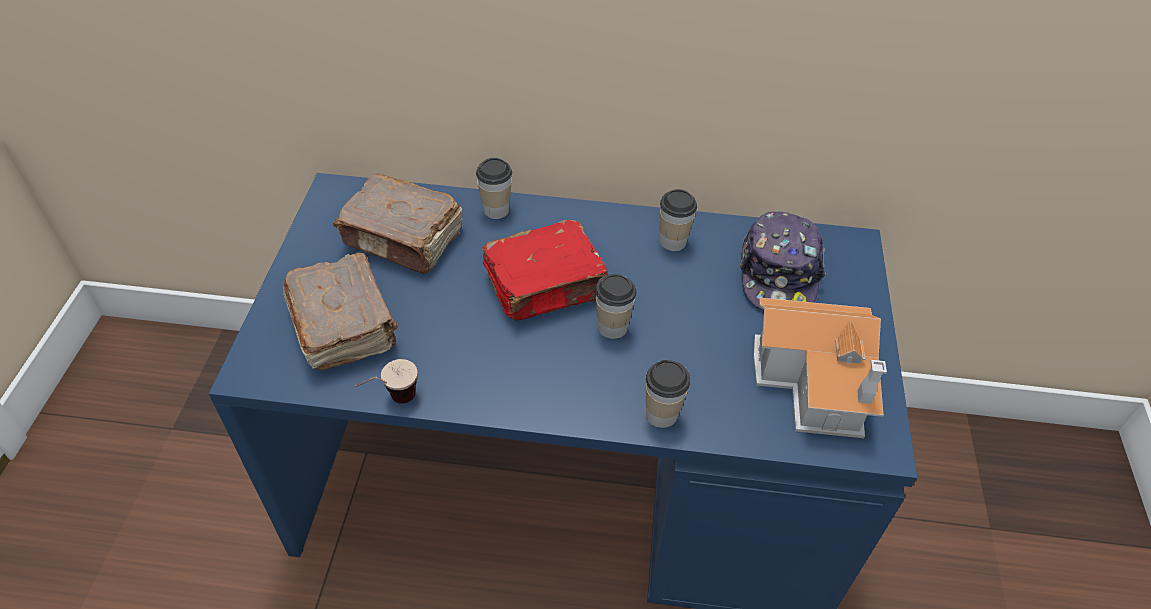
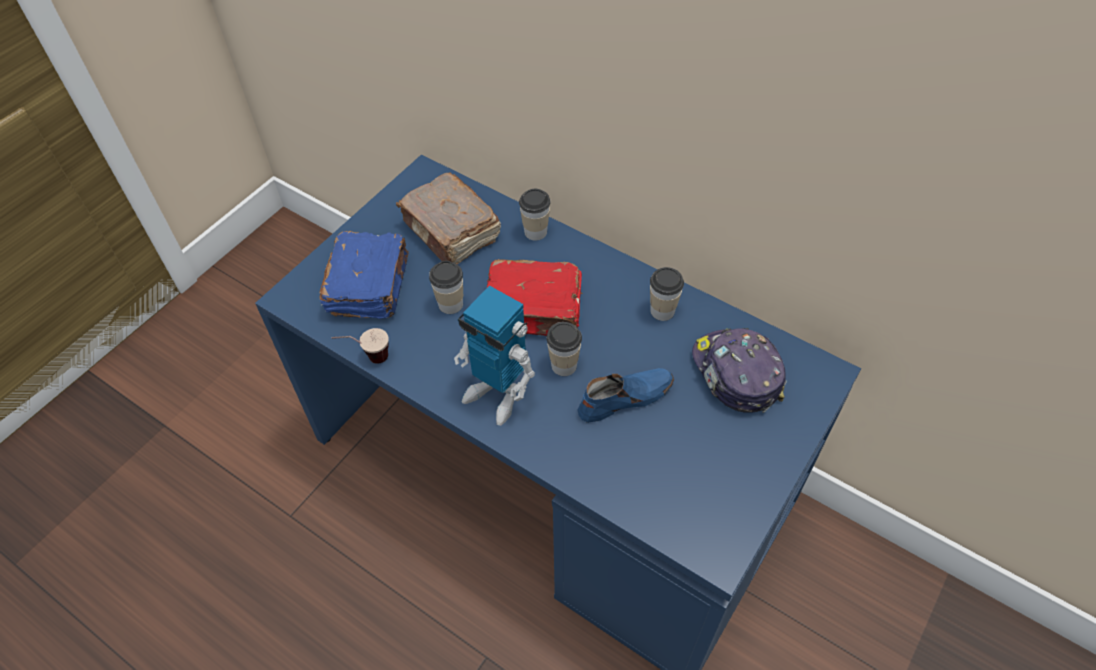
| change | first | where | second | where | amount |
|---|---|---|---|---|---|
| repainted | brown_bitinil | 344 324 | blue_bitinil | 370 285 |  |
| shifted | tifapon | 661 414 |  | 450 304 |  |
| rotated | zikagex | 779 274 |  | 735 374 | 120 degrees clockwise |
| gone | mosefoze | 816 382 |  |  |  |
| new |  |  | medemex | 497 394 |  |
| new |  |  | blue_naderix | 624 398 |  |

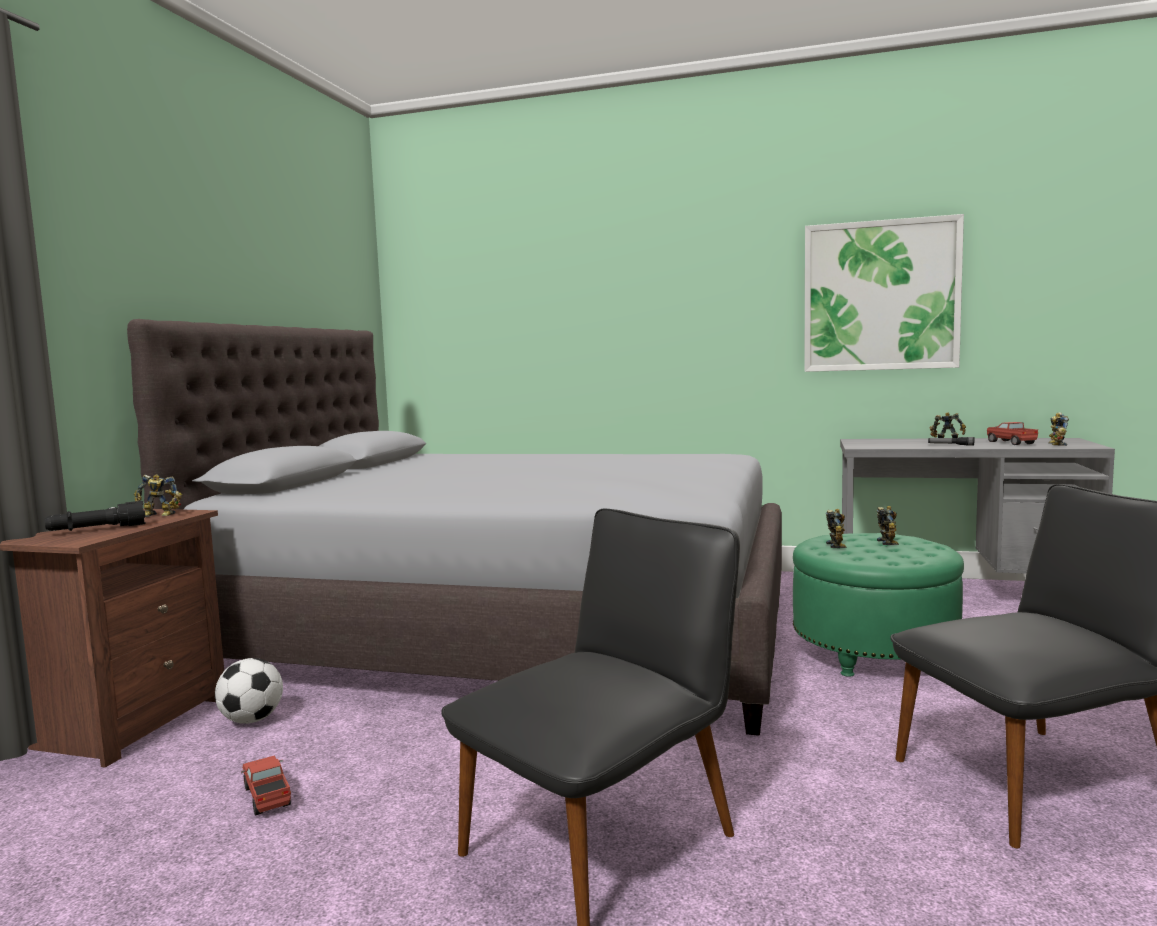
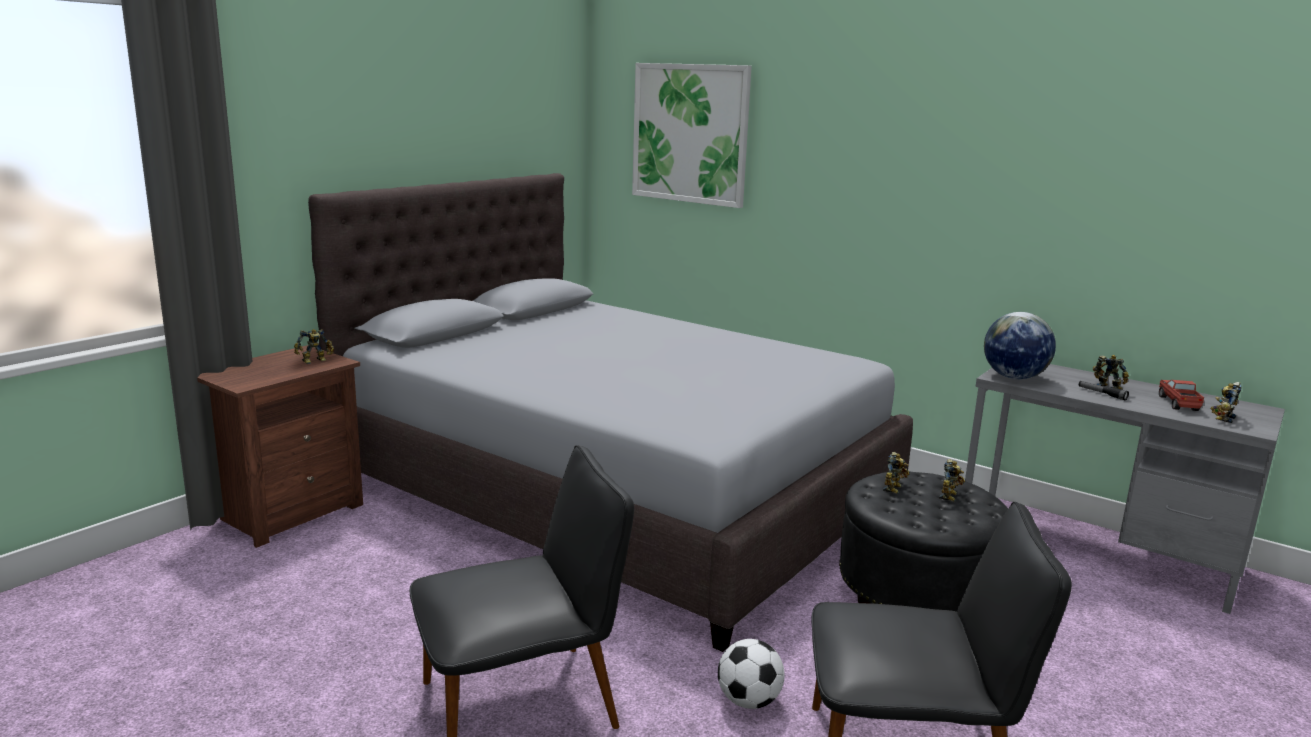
| change | first | where | second | where | amount |
|---|---|---|---|---|---|
| gone | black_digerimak | 97 530 |  |  |  |
| rotated | medemex | 158 515 |  | 315 361 | 60 degrees counterclockwise |
| shifted | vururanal | 252 720 |  | 749 701 |  |
| gone | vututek | 267 797 |  |  |  |
| repainted | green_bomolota | 873 653 | black_bomolota | 915 598 |  |
| shifted | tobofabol | 880 296 |  | 690 133 |  |
| new |  |  | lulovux | 1013 377 |  |

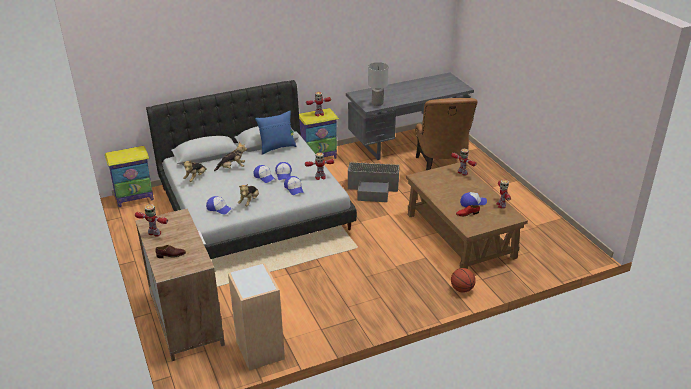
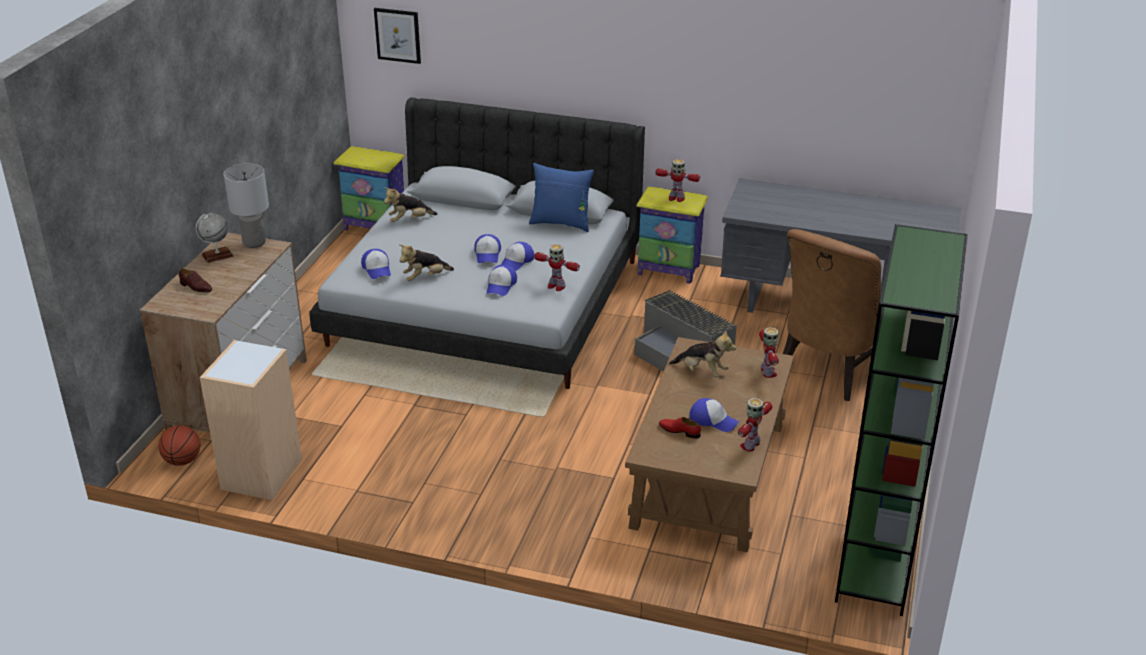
| change | first | where | second | where | amount |
|---|---|---|---|---|---|
| swapped | medemex | 155 233 | lulovux | 217 255 |  |
| shifted | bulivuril | 232 168 |  | 702 372 |  |
| shifted | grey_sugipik | 377 104 |  | 254 244 |  |
| shifted | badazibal | 462 289 |  | 182 461 |  |
| new |  |  | tobofabol | 398 35 |  |
| new |  |  | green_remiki | 877 561 |  |

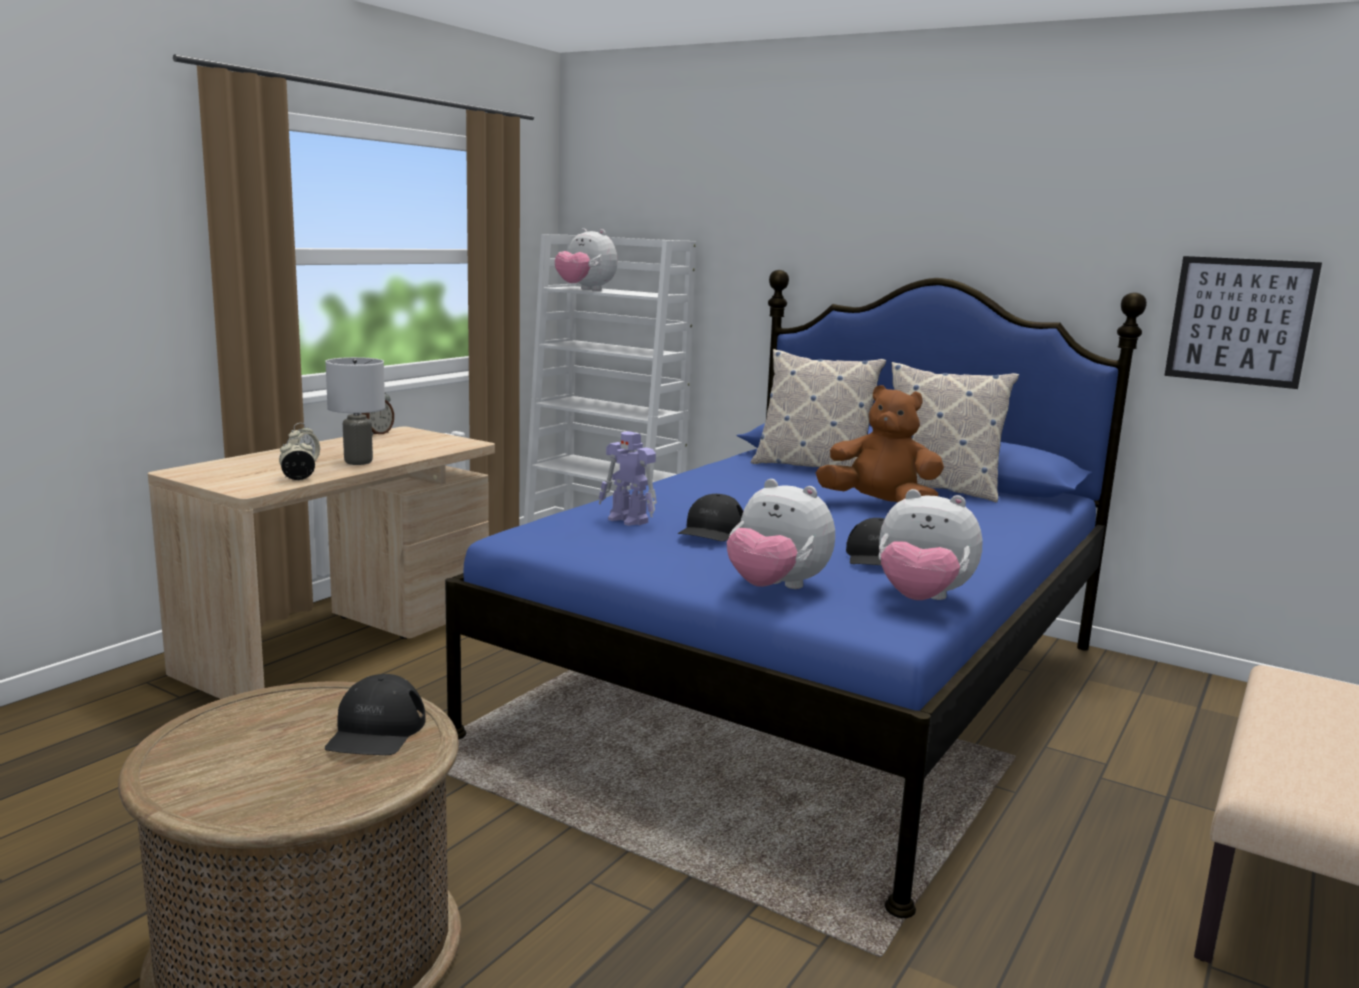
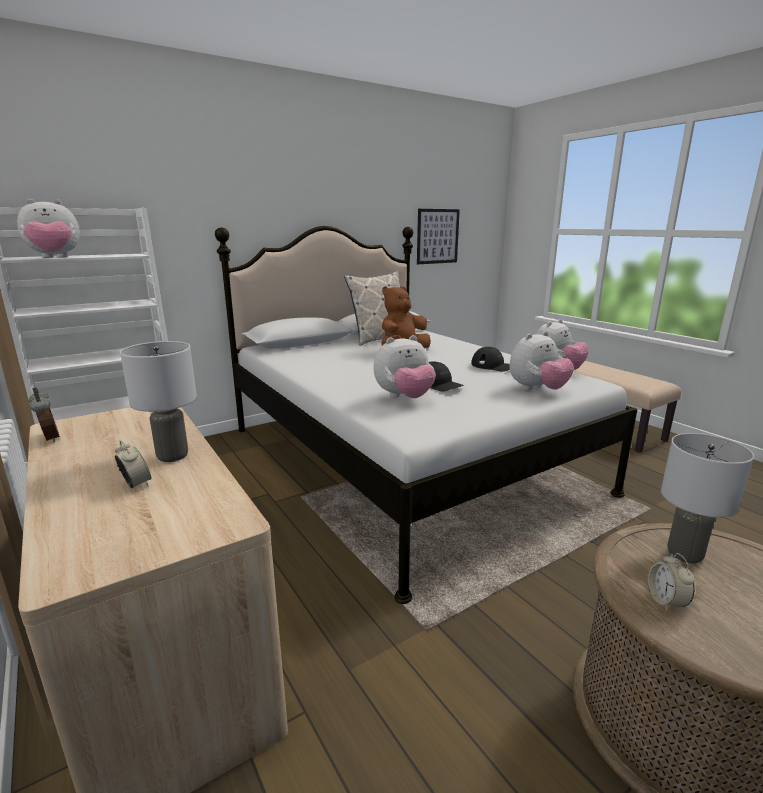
| change | first | where | second | where | amount |
|---|---|---|---|---|---|
| shifted | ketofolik | 298 478 |  | 666 601 |  |
| swapped | black_zikagex | 376 731 | white_sugipik | 683 553 |  |
| repainted | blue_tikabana | 807 687 | white_tikabana | 404 459 |  |
| swapped | medemex | 628 520 | bulivuril | 404 398 |  |
| gone | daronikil | 813 468 |  |  |  |

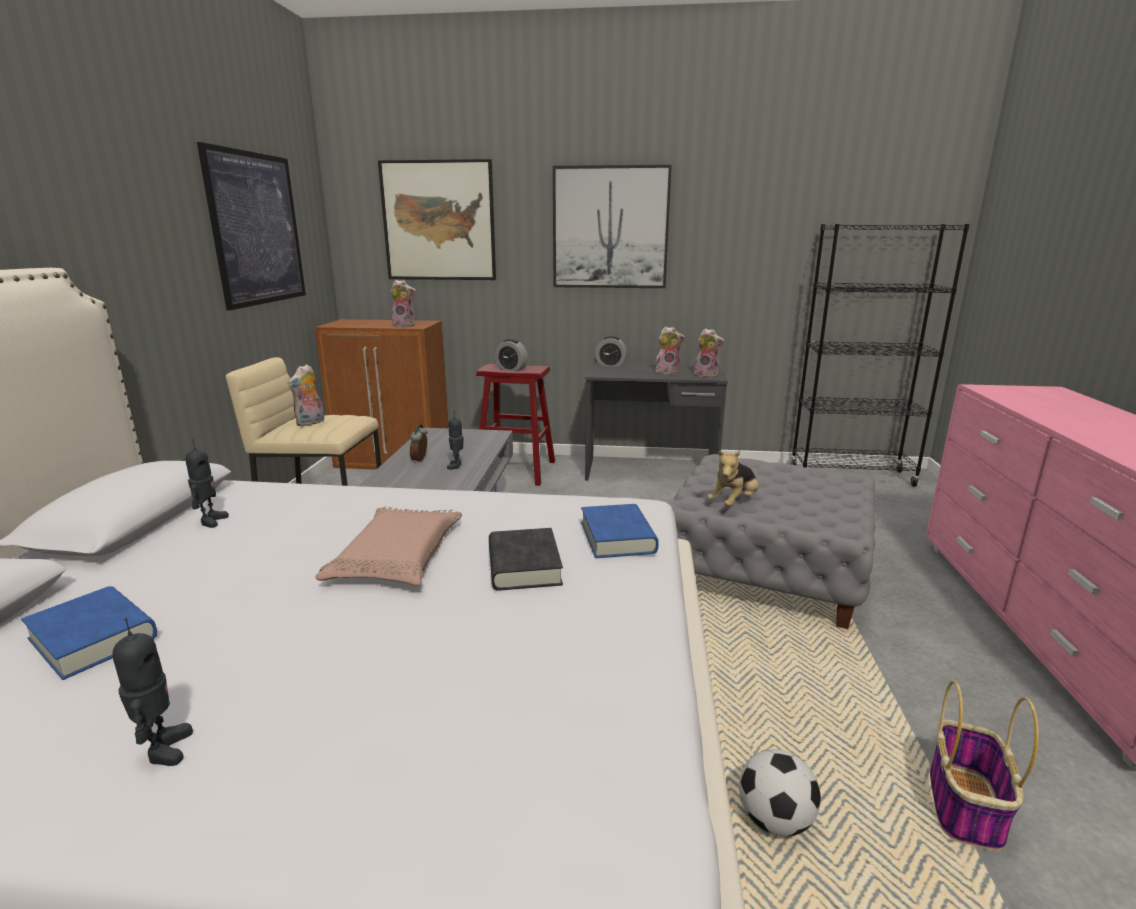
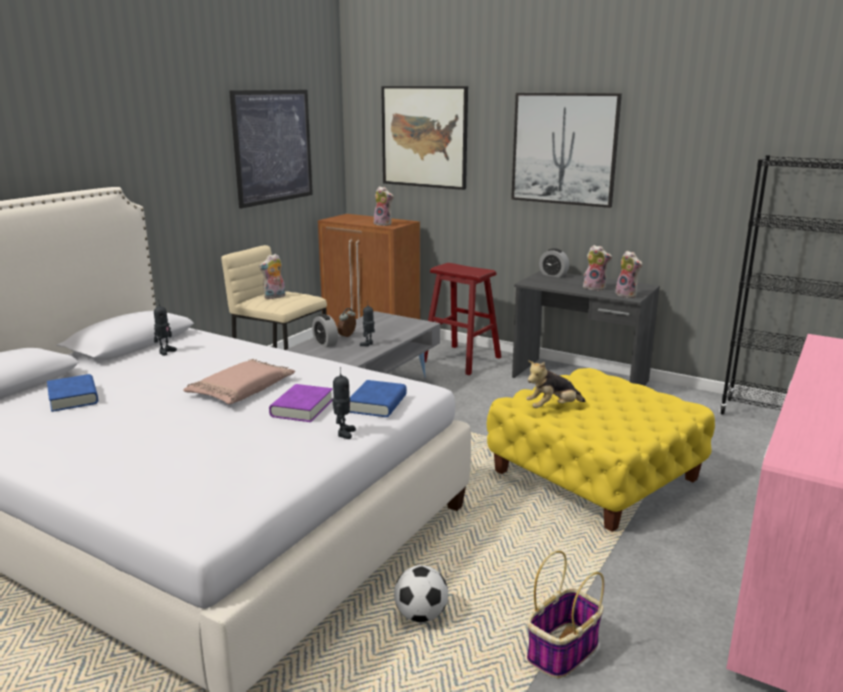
| change | first | where | second | where | amount |
|---|---|---|---|---|---|
| shifted | medemex | 164 750 |  | 343 433 |  |
| repainted | black_bitinil | 524 566 | purple_bitinil | 302 408 |  |
| shifted | ketofolik | 511 369 |  | 325 343 |  |
| repainted | grey_bomolota | 766 569 | yellow_bomolota | 595 476 |  |

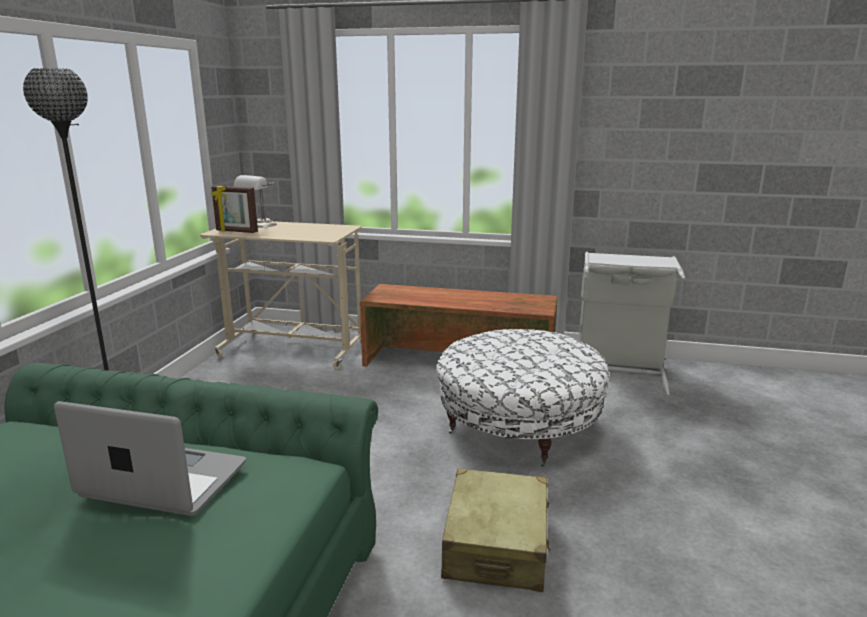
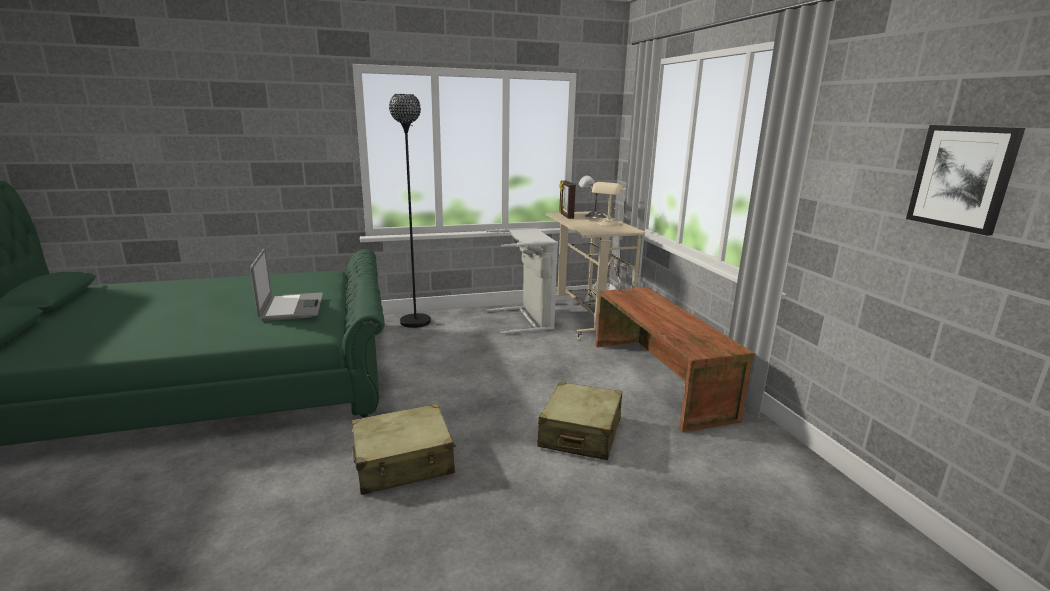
| change | first | where | second | where | amount |
|---|---|---|---|---|---|
| swapped | white_bomolota | 519 426 | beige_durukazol | 580 433 |  |
| shifted | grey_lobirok | 620 372 |  | 527 319 |  |
| new |  |  | beige_sugipik | 607 224 |  |
| new |  |  | tobofabol | 962 177 |  |

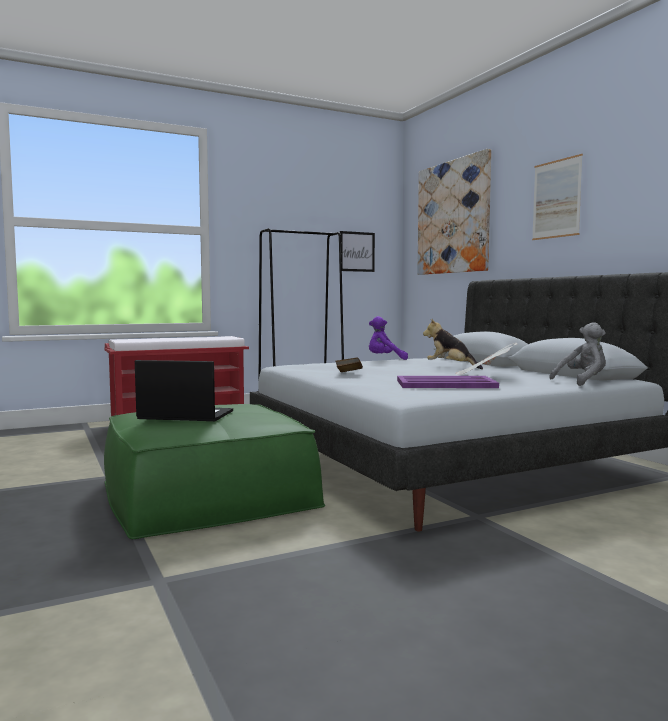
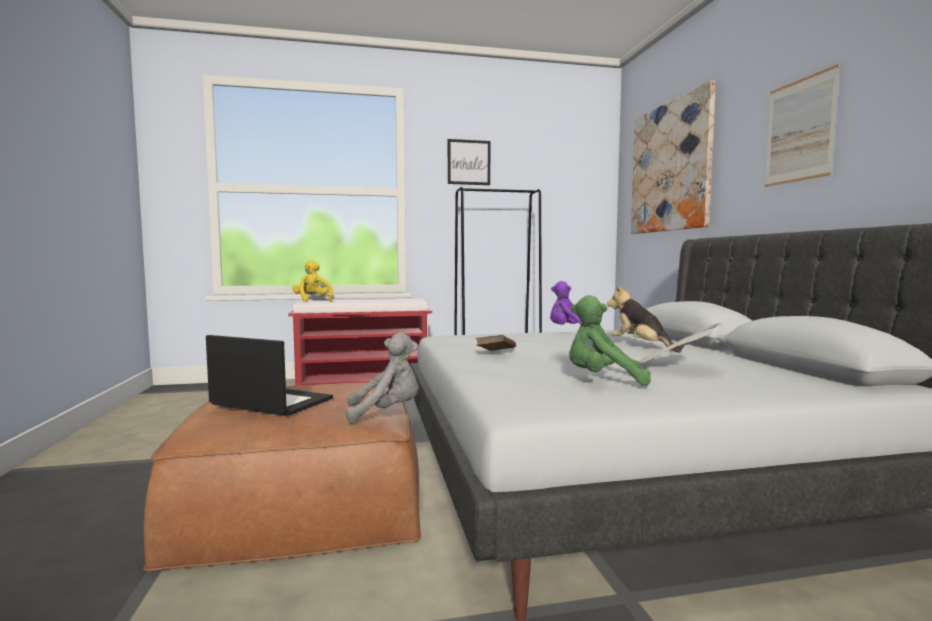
| change | first | where | second | where | amount |
|---|---|---|---|---|---|
| repainted | green_bomolota | 208 493 | brown_bomolota | 304 495 |  |
| shifted | tobofabol | 357 251 |  | 468 162 |  |
| swapped | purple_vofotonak | 444 384 | green_bulivuril | 602 381 |  |
| shifted | grey_bulivuril | 582 381 |  | 387 413 |  |
| new |  |  | yellow_bulivuril | 313 301 |  |

